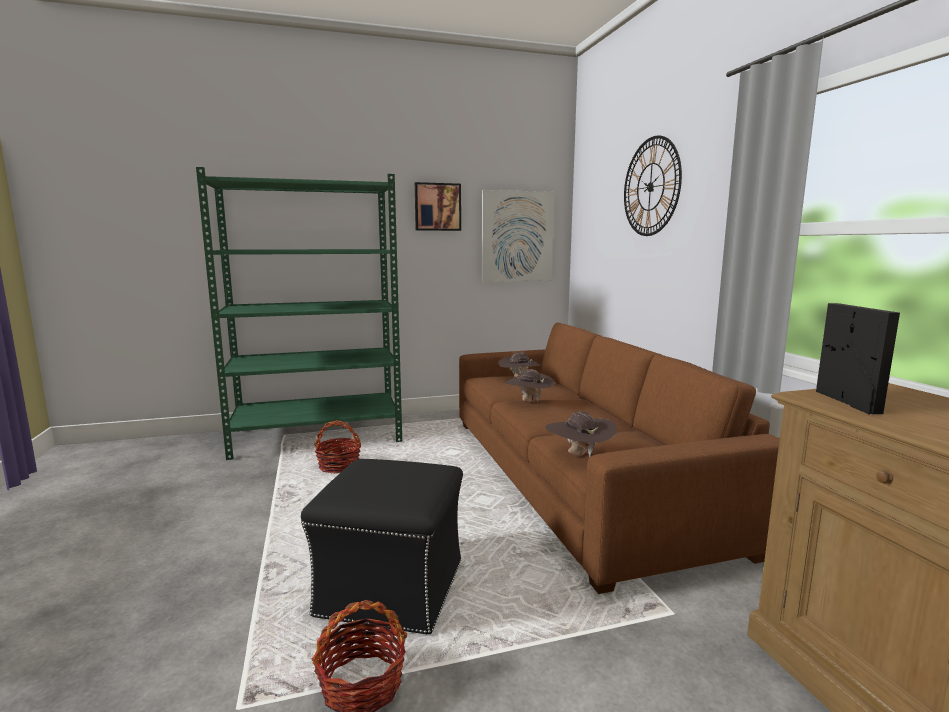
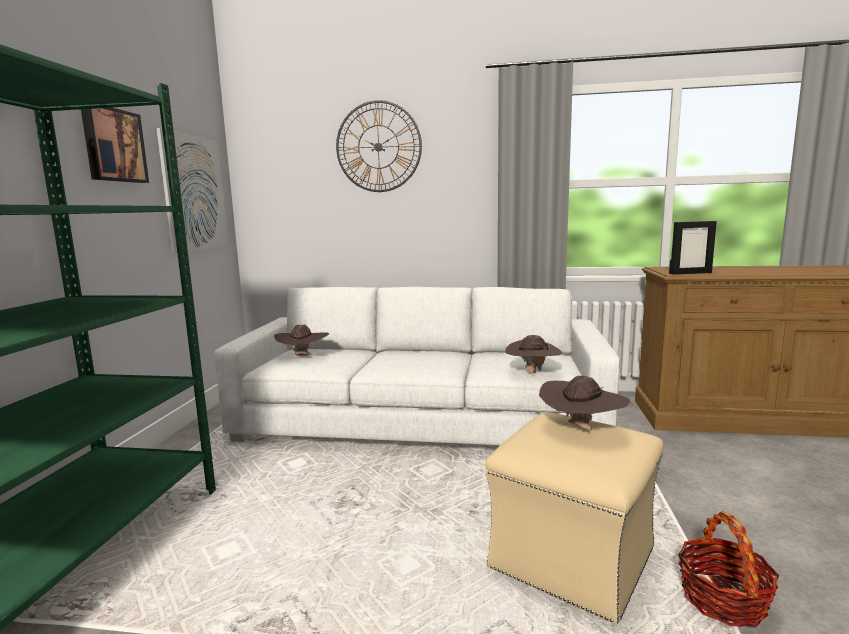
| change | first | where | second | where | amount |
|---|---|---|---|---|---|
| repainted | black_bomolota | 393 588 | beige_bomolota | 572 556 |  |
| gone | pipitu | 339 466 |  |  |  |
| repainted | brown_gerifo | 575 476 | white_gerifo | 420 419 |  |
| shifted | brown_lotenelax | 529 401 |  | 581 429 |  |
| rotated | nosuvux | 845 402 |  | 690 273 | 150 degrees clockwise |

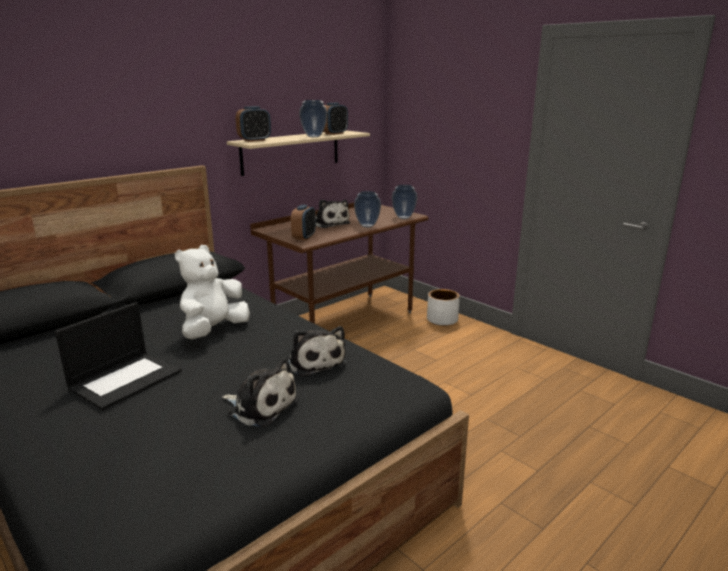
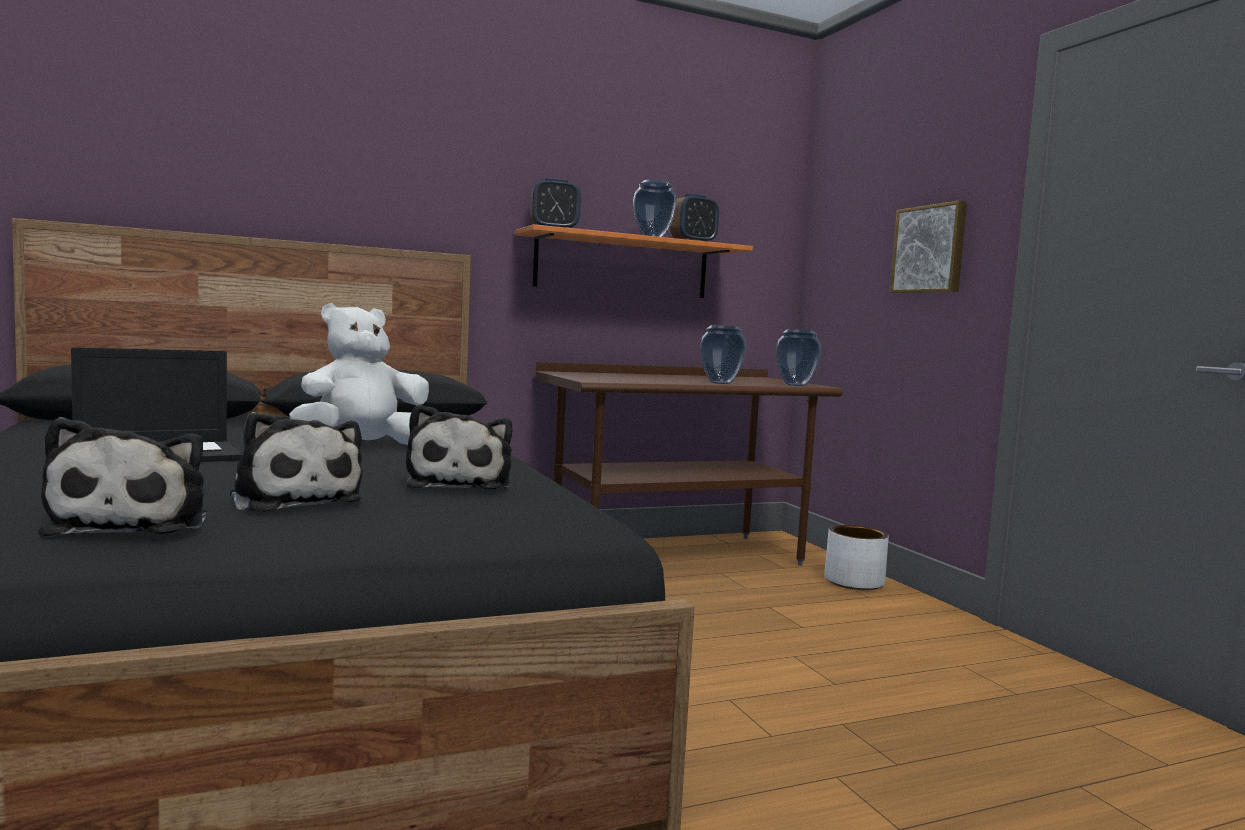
| change | first | where | second | where | amount |
|---|---|---|---|---|---|
| repainted | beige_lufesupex | 291 152 | orange_lufesupex | 622 266 |  |
| gone | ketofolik | 304 237 |  |  |  |
| shifted | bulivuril | 330 223 |  | 134 524 |  |
| new |  |  | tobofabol | 930 249 |  |

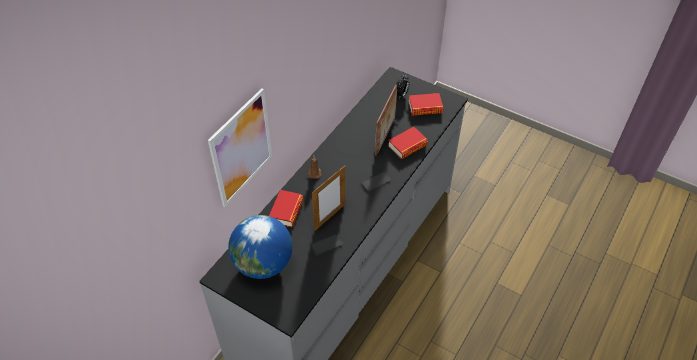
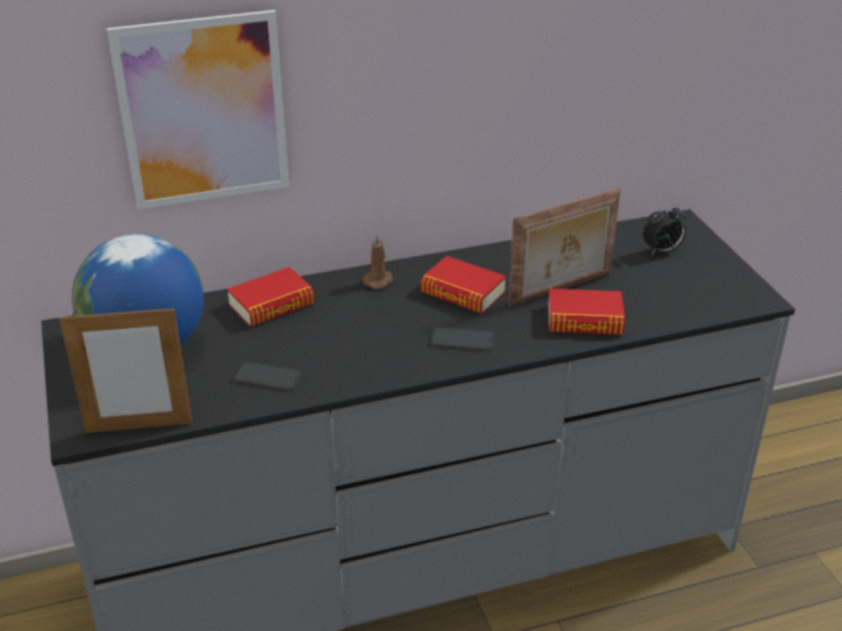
| change | first | where | second | where | amount |
|---|---|---|---|---|---|
| shifted | nosuvux | 330 217 |  | 139 427 |  |
| shifted | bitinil | 425 107 |  | 463 292 |  |

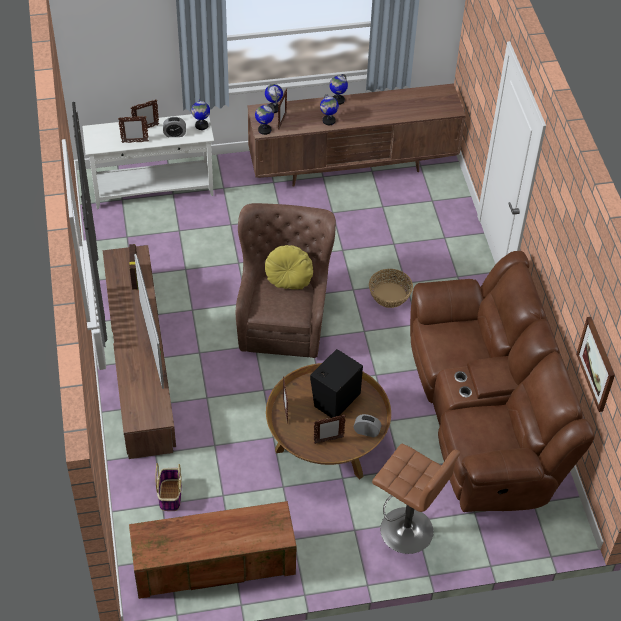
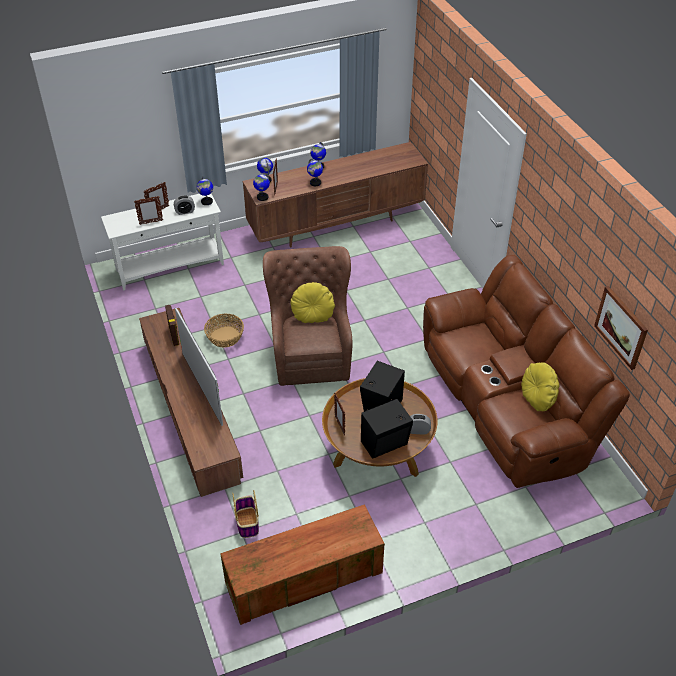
| change | first | where | second | where | amount |
|---|---|---|---|---|---|
| swapped | nosuvux | 328 440 | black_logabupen | 385 444 |  |
| shifted | pipitu | 389 295 |  | 225 337 |  |
| gone | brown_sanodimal | 407 531 |  |  |  |
| new |  |  | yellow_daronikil | 537 400 |  |

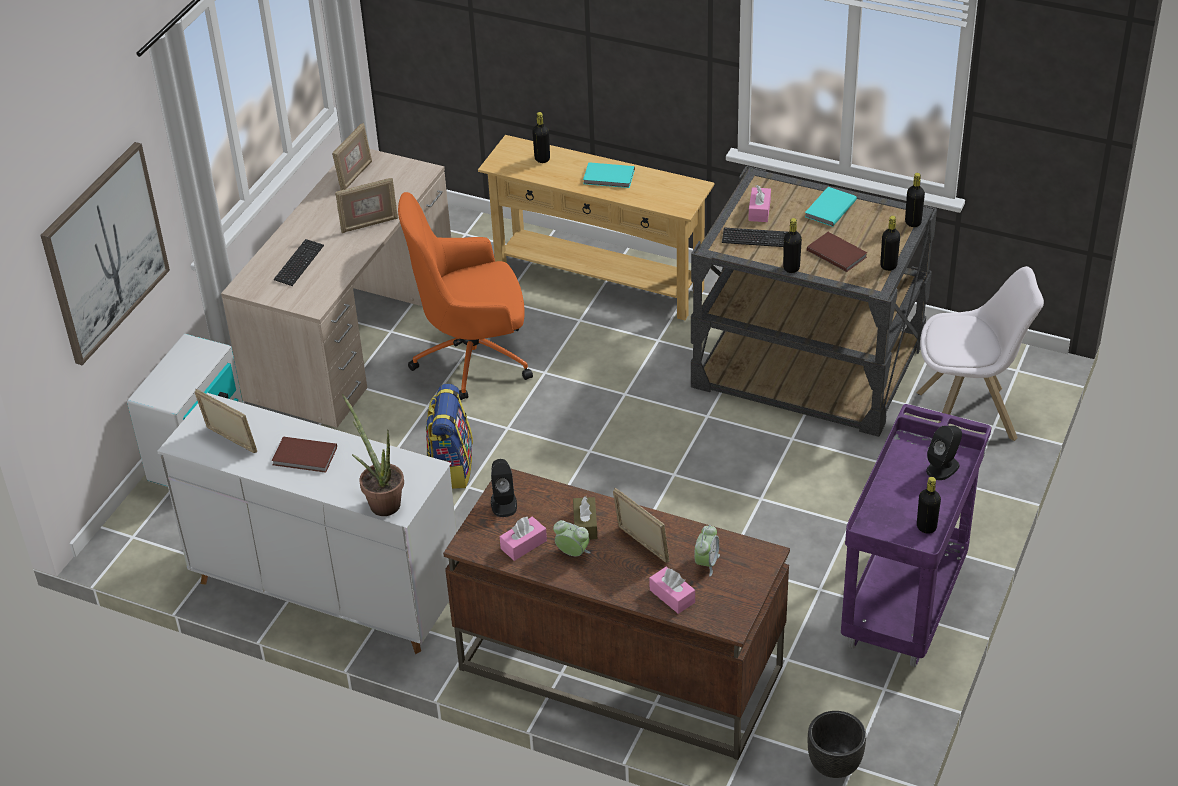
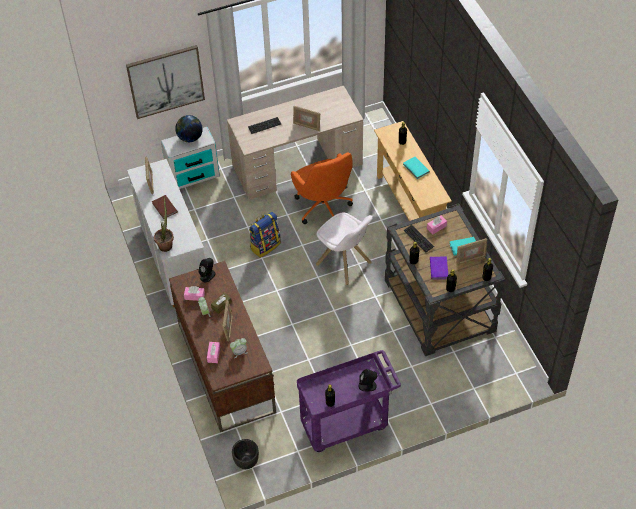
| change | first | where | second | where | amount |
|---|---|---|---|---|---|
| shifted | nosuvux | 355 176 |  | 470 259 |  |
| rotated | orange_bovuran | 472 361 |  | 323 208 | 150 degrees counterclockwise |
| repainted | brown_bitinil | 837 253 | purple_bitinil | 439 268 |  |
| shifted | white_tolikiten | 967 416 |  | 344 263 |  |
| new |  |  | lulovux | 190 138 |  |

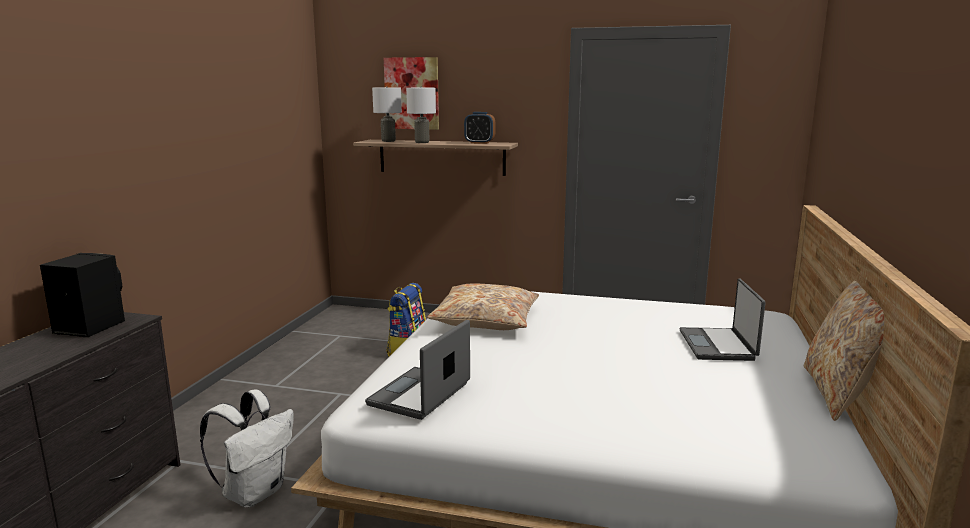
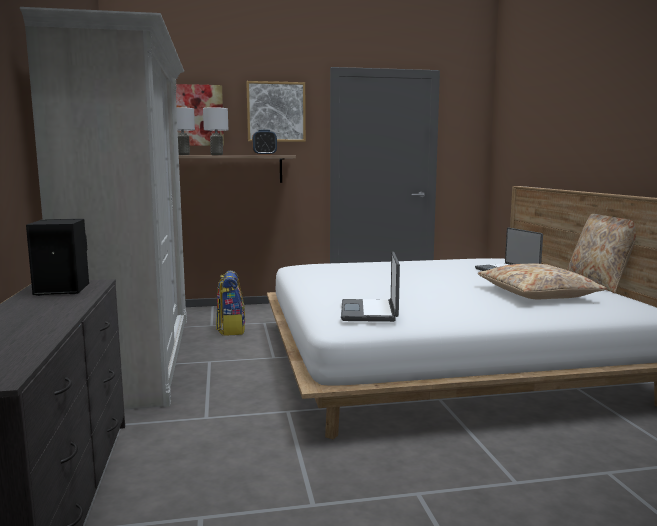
| change | first | where | second | where | amount |
|---|---|---|---|---|---|
| gone | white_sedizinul | 255 492 |  |  |  |
| shifted | beige_daronikil | 486 320 |  | 537 294 |  |
| new |  |  | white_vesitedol | 142 357 |  |
| new |  |  | tobofabol | 276 112 |  |

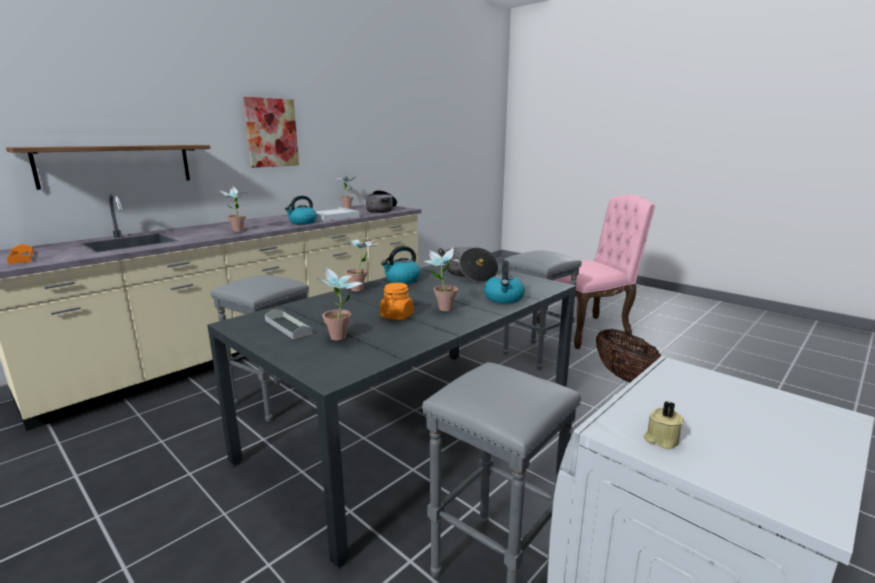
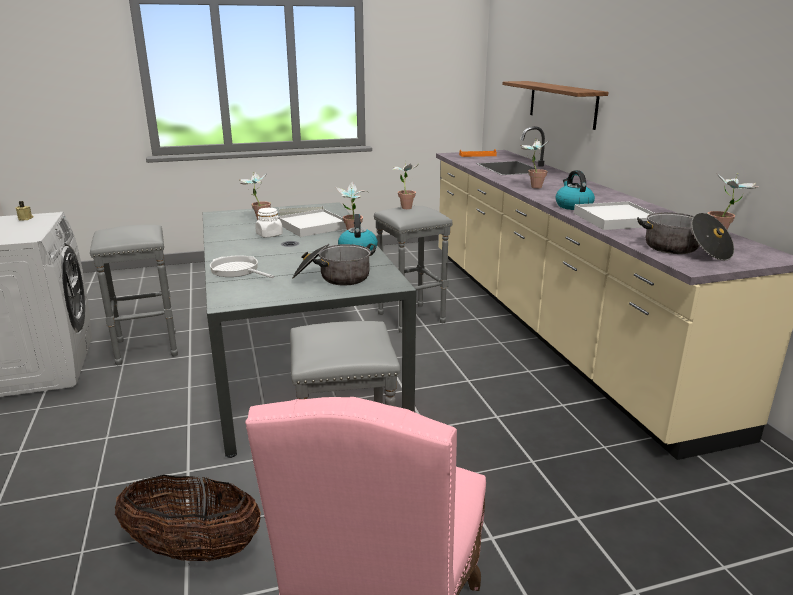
| change | first | where | second | where | amount |
|---|---|---|---|---|---|
| gone | tobofabol | 271 133 |  |  |  |
| repainted | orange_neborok | 397 316 | white_neborok | 269 235 |  |
| shifted | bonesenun | 441 310 |  | 405 207 |  |
| swapped | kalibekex | 504 298 | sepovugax | 237 270 |  |
| new |  |  | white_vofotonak | 312 226 |  |

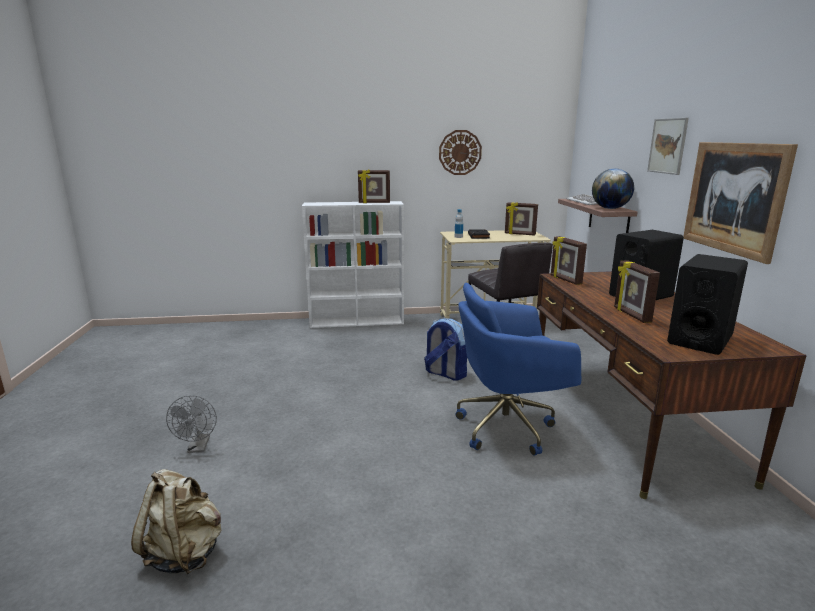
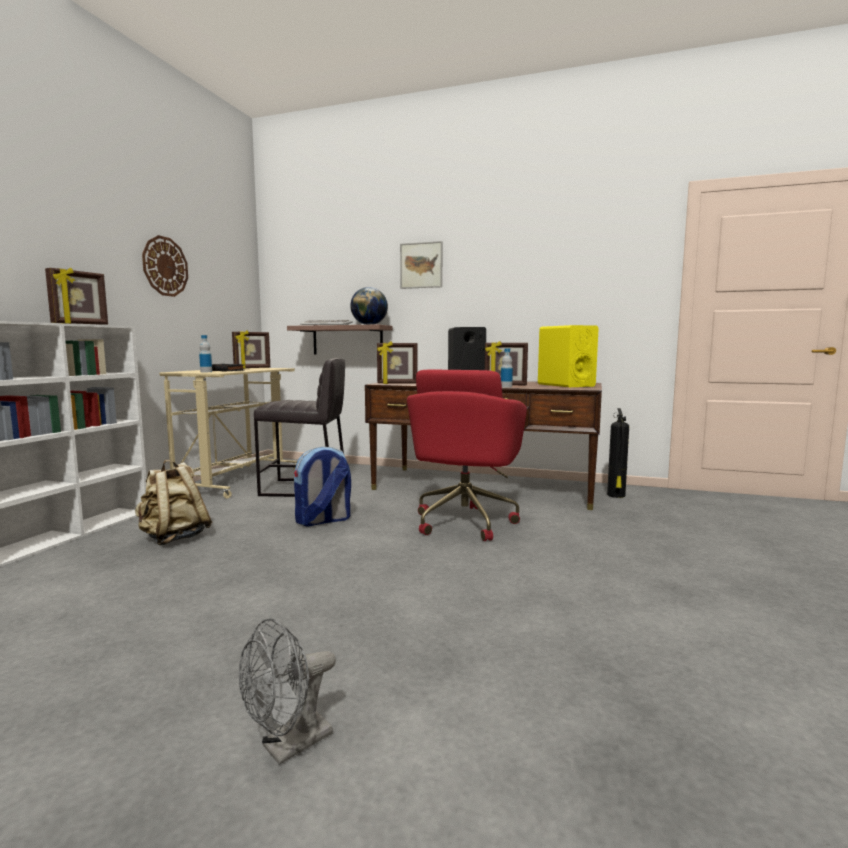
| change | first | where | second | where | amount |
|---|---|---|---|---|---|
| shifted | beige_sedizinul | 185 553 |  | 174 538 |  |
| rotated | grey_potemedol | 198 447 |  | 288 746 | 120 degrees clockwise |
| repainted | blue_bovuran | 509 428 | red_bovuran | 465 521 |  |
| repainted | black_logabupen | 700 339 | yellow_logabupen | 565 385 |  |
| gone | tobofabol | 734 198 |  |  |  |
| new |  |  | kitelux | 506 387 |  |
| new |  |  | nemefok | 616 496 |  |

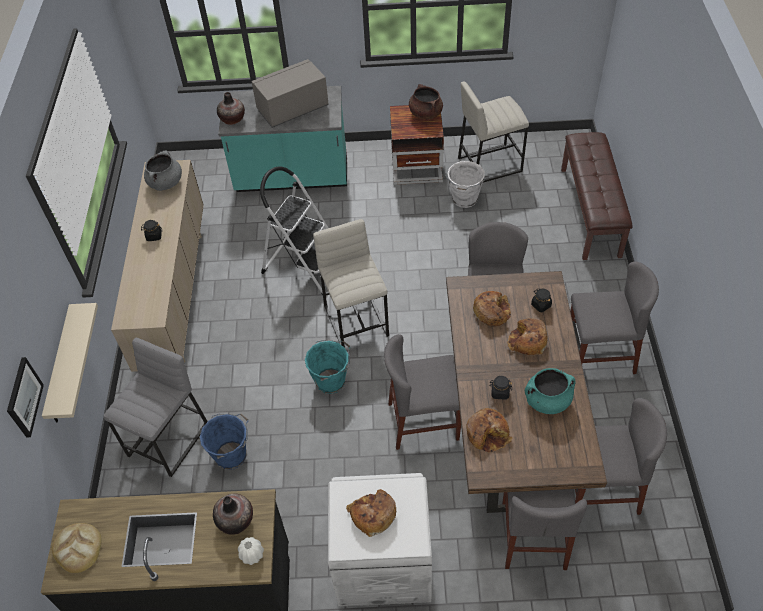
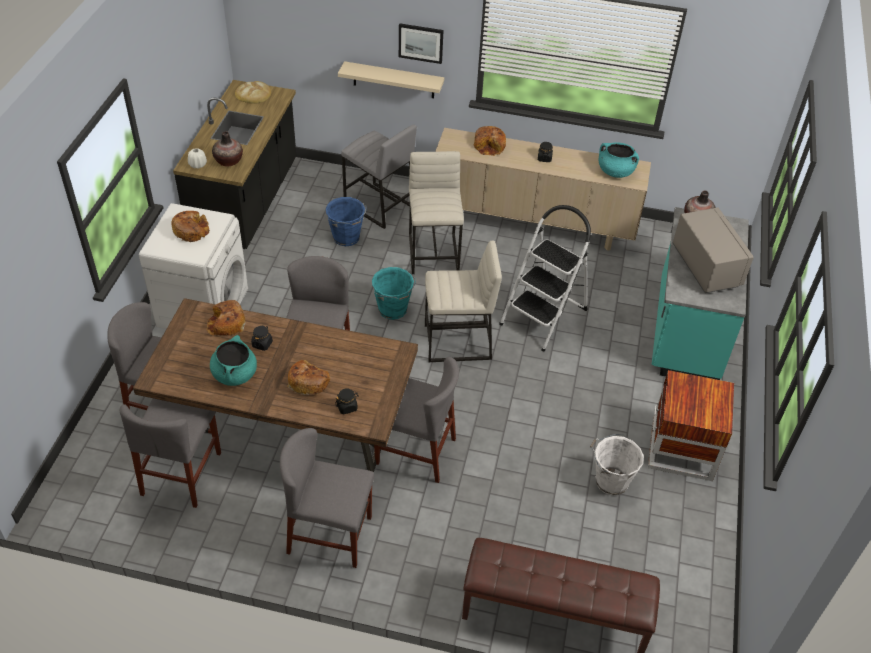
| change | first | where | second | where | amount |
|---|---|---|---|---|---|
| shifted | tobofabol | 24 397 |  | 421 43 |  |
| repainted | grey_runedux | 166 183 | turquoise_runedux | 615 172 |  |
| gone | brown_runedux | 425 113 |  |  |  |
| shifted | beige_sanodimal | 489 164 |  | 433 253 |  |
| shifted | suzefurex | 492 312 |  | 490 146 |  |
| rotated | grey_tolikiten | 600 354 |  | 330 535 | 90 degrees clockwise |

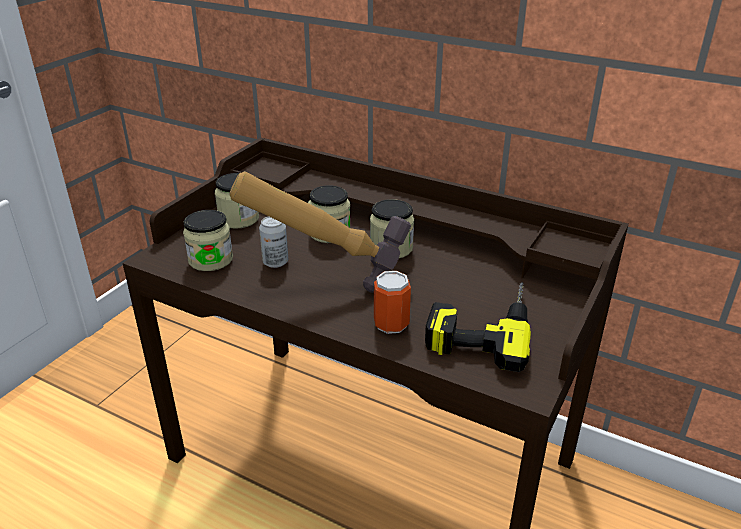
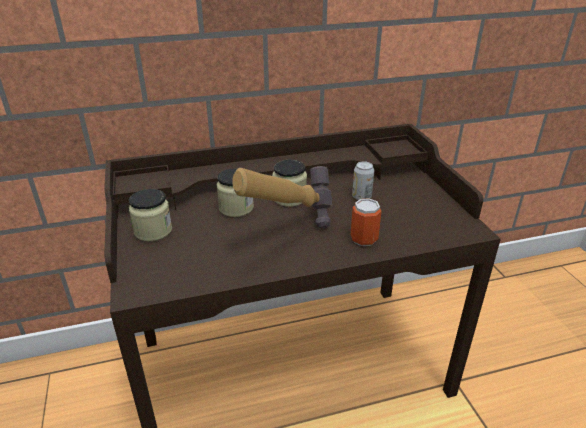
| change | first | where | second | where | amount |
|---|---|---|---|---|---|
| gone | neborok | 210 260 |  |  |  |
| shifted | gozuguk | 275 262 |  | 361 197 |  |
| gone | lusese | 481 326 |  |  |  |

